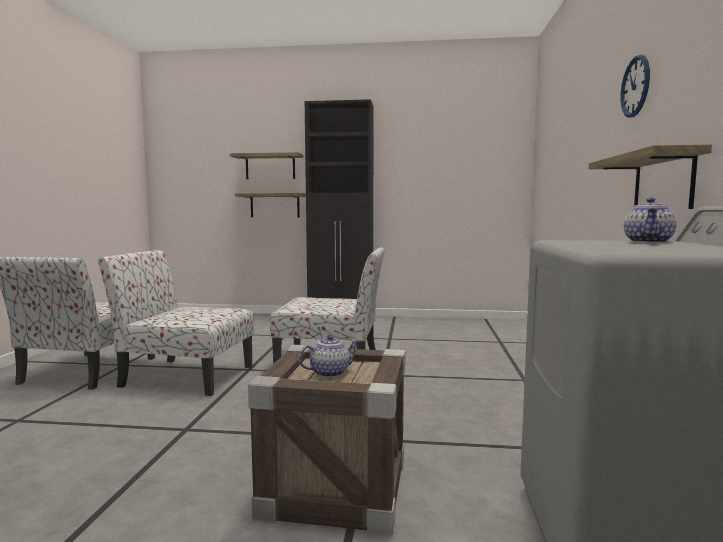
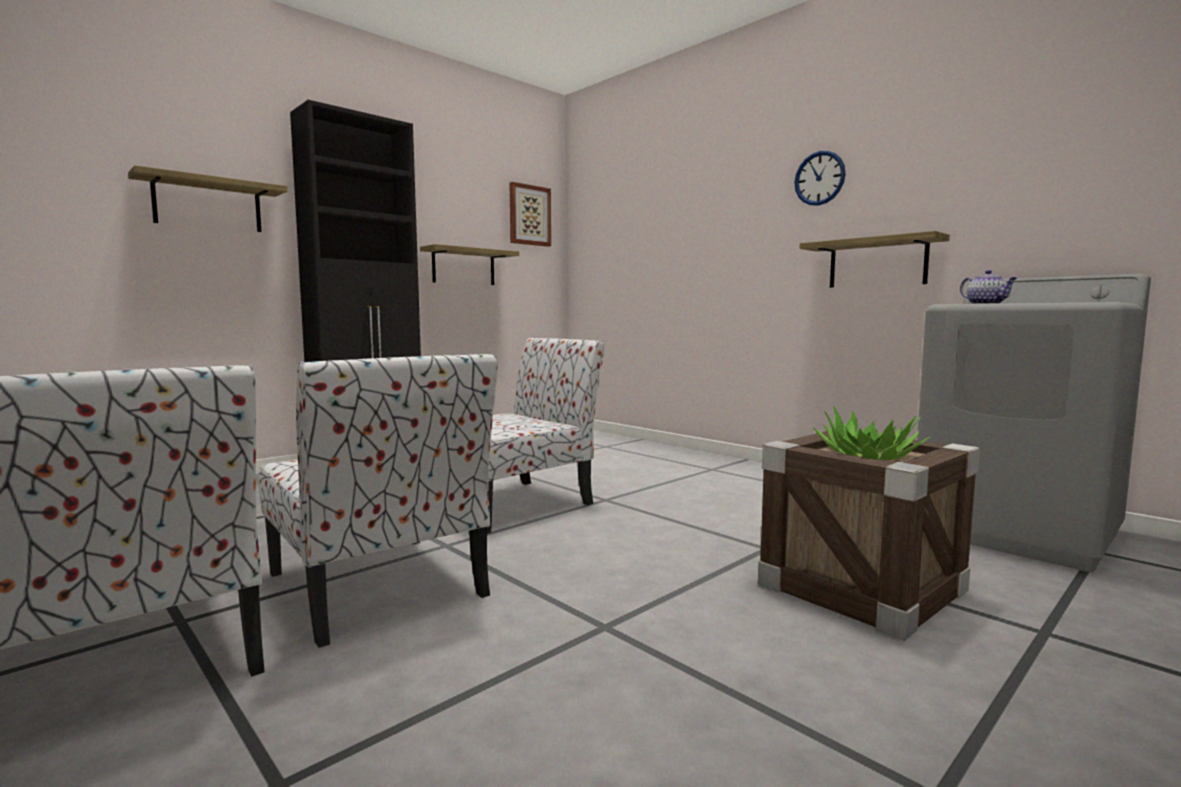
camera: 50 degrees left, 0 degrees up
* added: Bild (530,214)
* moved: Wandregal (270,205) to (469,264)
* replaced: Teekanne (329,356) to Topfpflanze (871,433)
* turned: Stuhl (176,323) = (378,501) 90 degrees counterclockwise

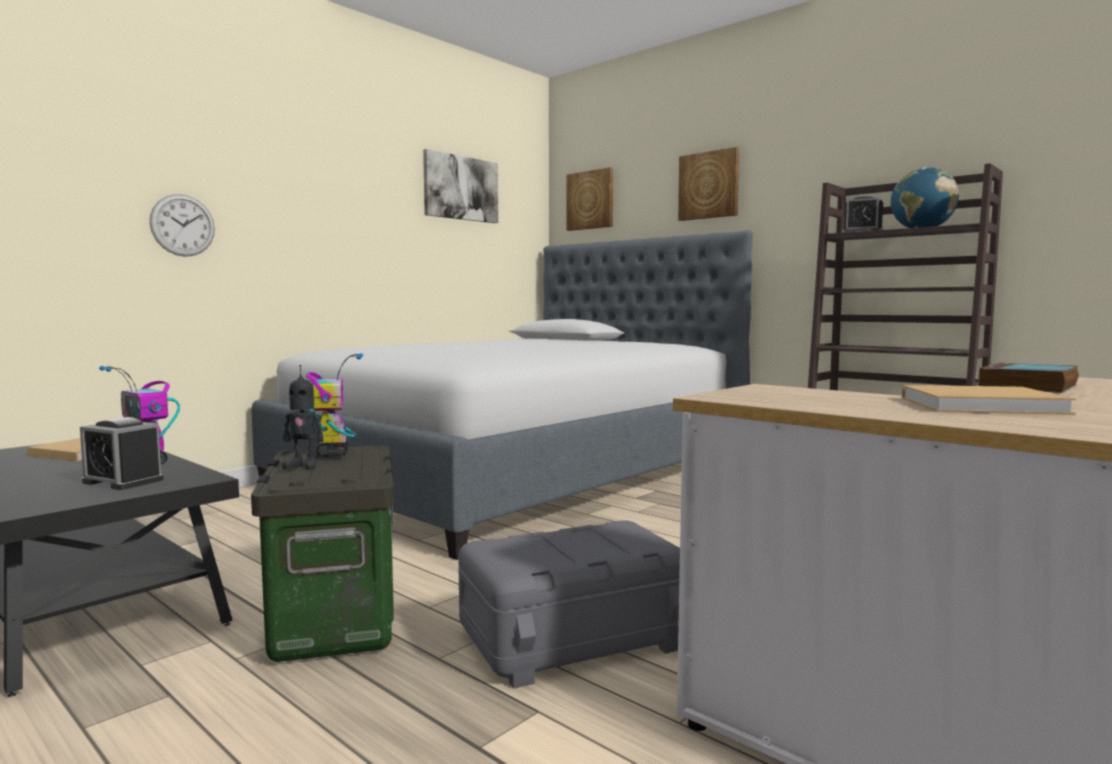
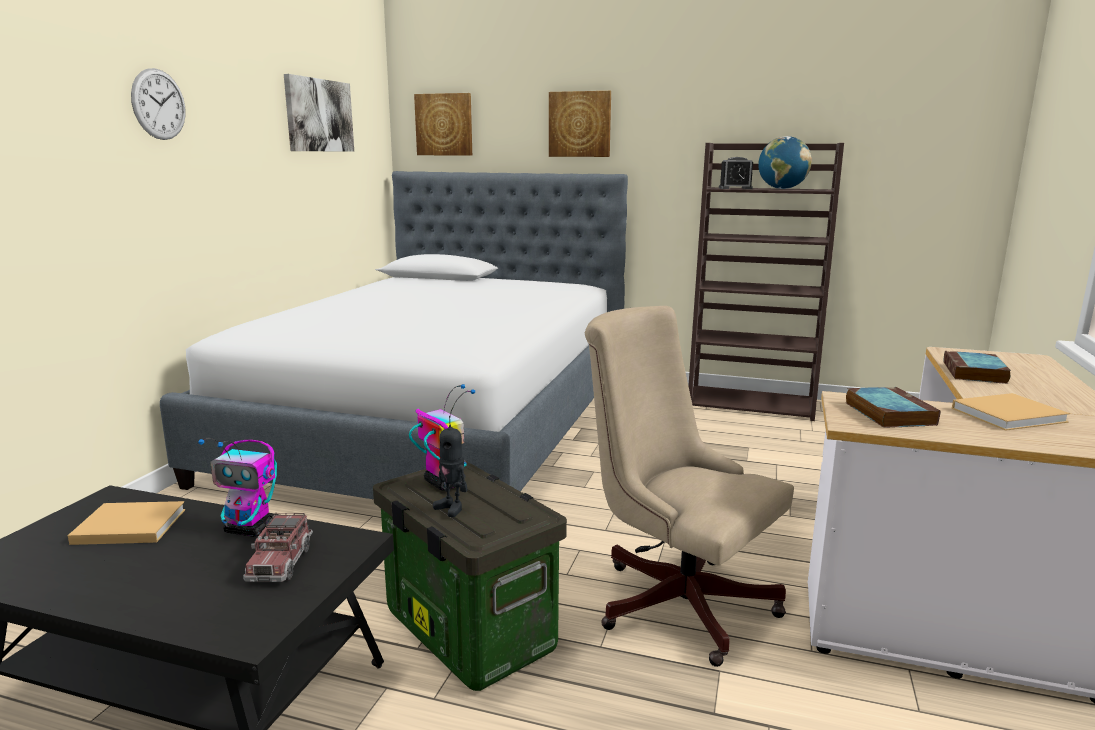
camera: 25 degrees left, 10 degrees up
* added: Buch (893,407)
* moved: Wanduhr (182,225) to (158,104)
* replaced: Wecker (122,453) to Spielzeuglaster (278,547)
* replaced: Aufbewahrungsbox (grau) (569,604) to Bürostuhl (beige) (689,486)
* turned: Spielzeugroboter (302,417) = (450,466) 60 degrees clockwise

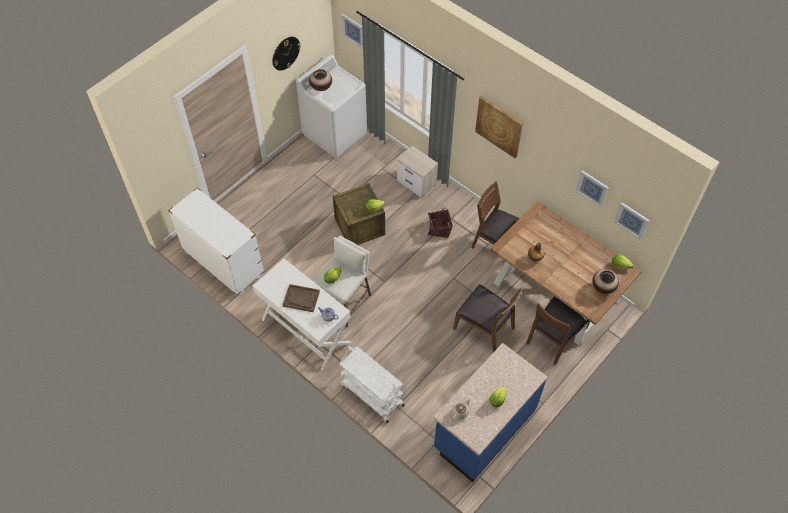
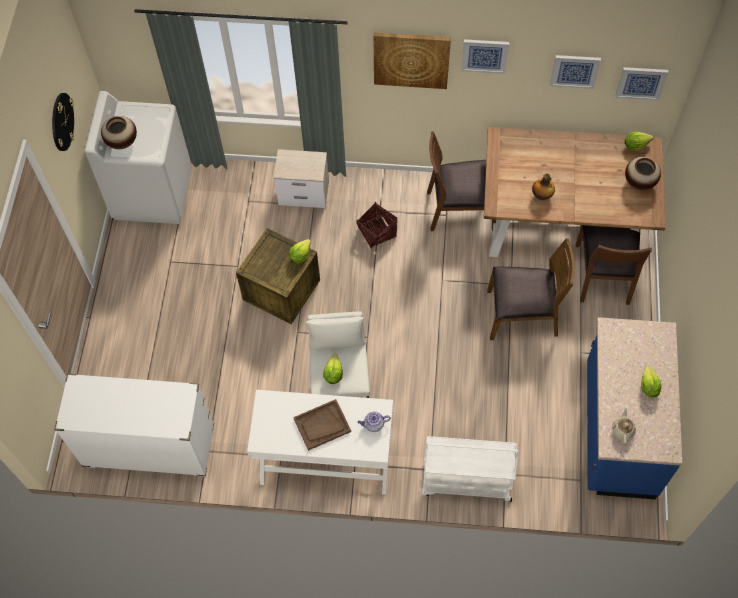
camera: 35 degrees left, 5 degrees up
* moved: Bild (352,31) to (485,56)

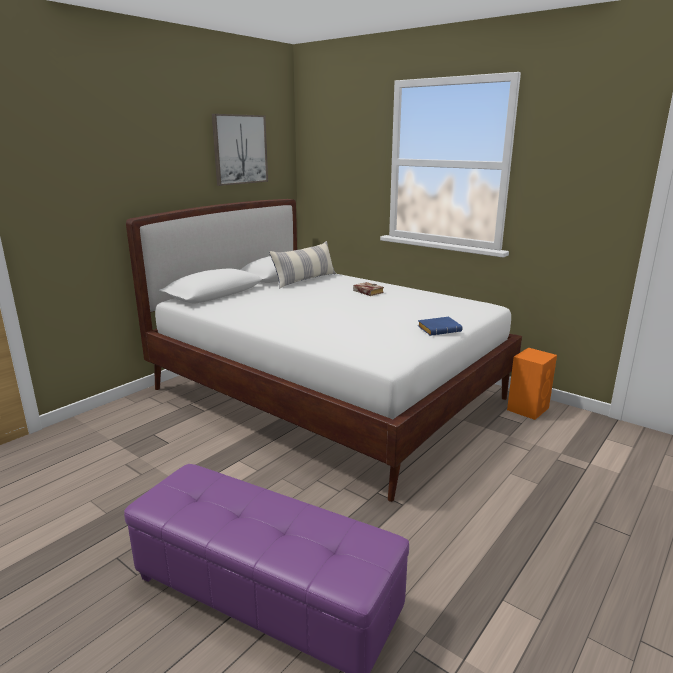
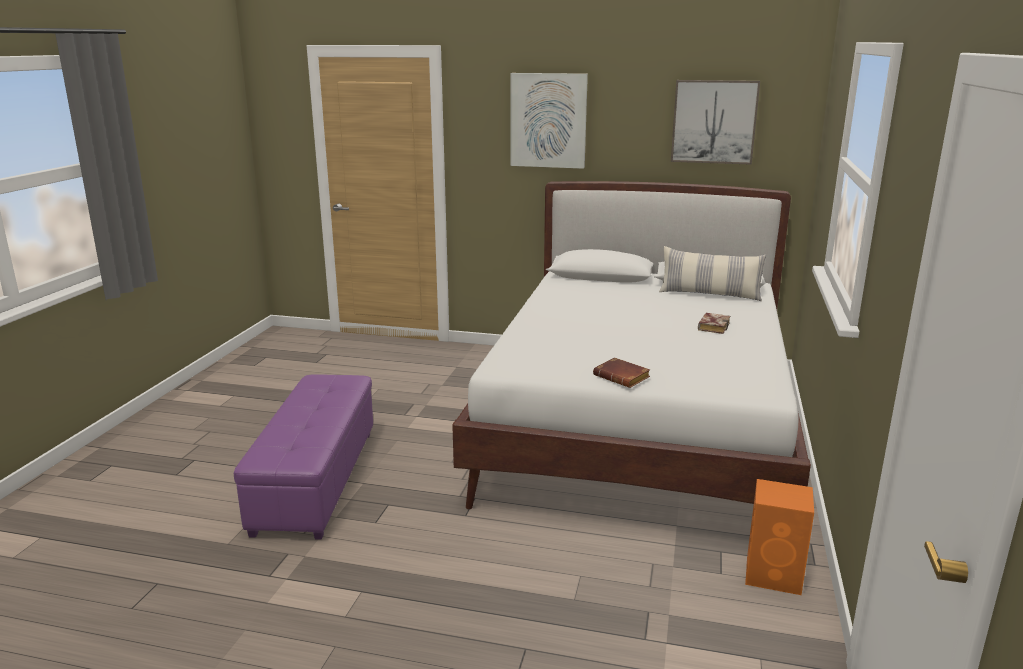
camera: 65 degrees right, 0 degrees up
* added: Bild (549,121)
* recoloured: Buch (blau) (440,326) to Buch (braun) (621,372)

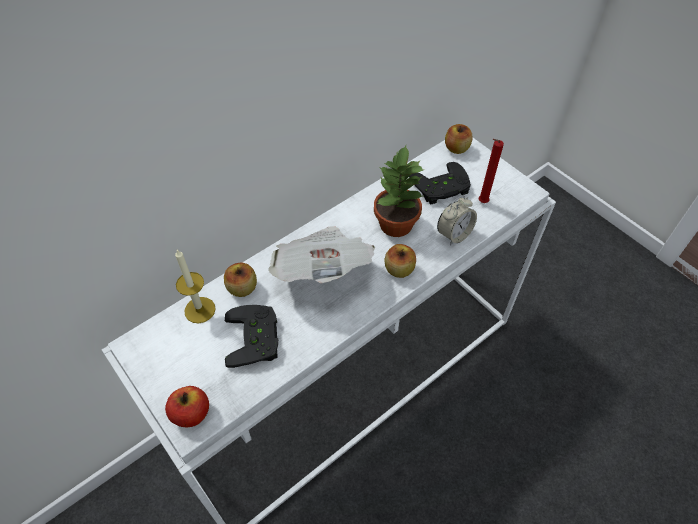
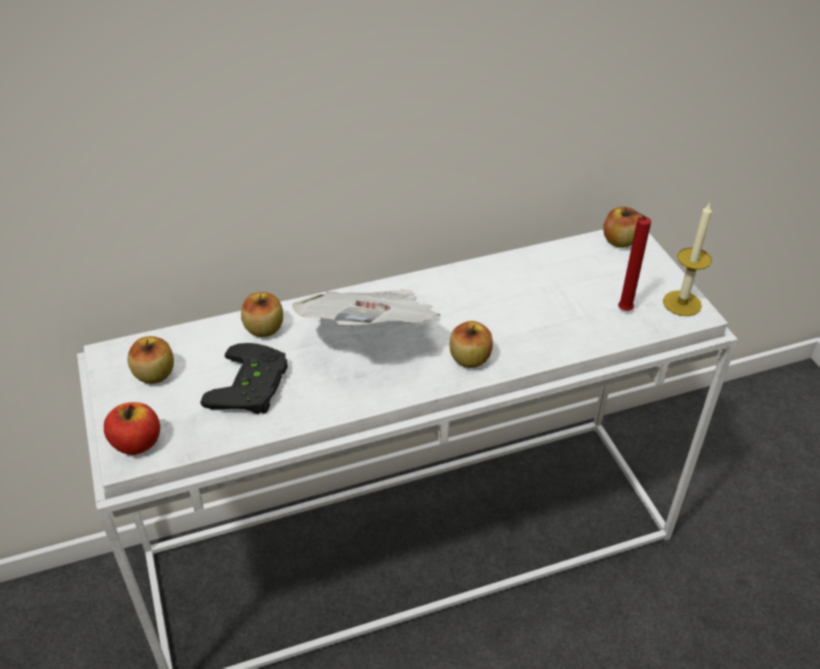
camera: 20 degrees right, 10 degrees down
* removed: Topfpflanze (399,191)
* removed: Gamepad (schwarz) (440,183)
* removed: Wecker (457,220)
* added: Apfel (151,360)
* moved: Kerze (195,286) to (687,259)

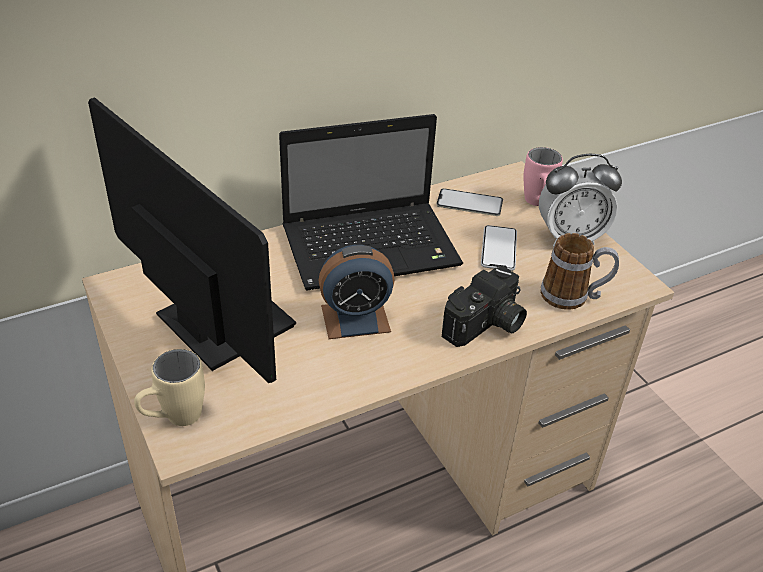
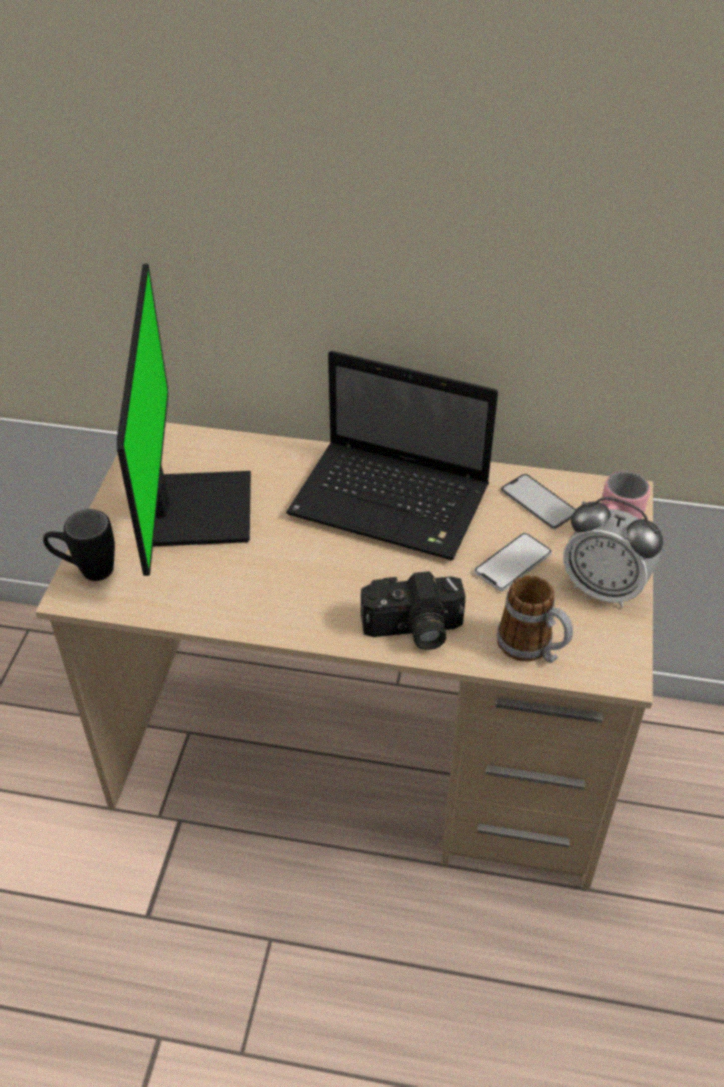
camera: 40 degrees right, 5 degrees up
* removed: Wecker (357,292)
* recoloured: Henkelbecher (beige) (169,387) to Henkelbecher (schwarz) (79,545)

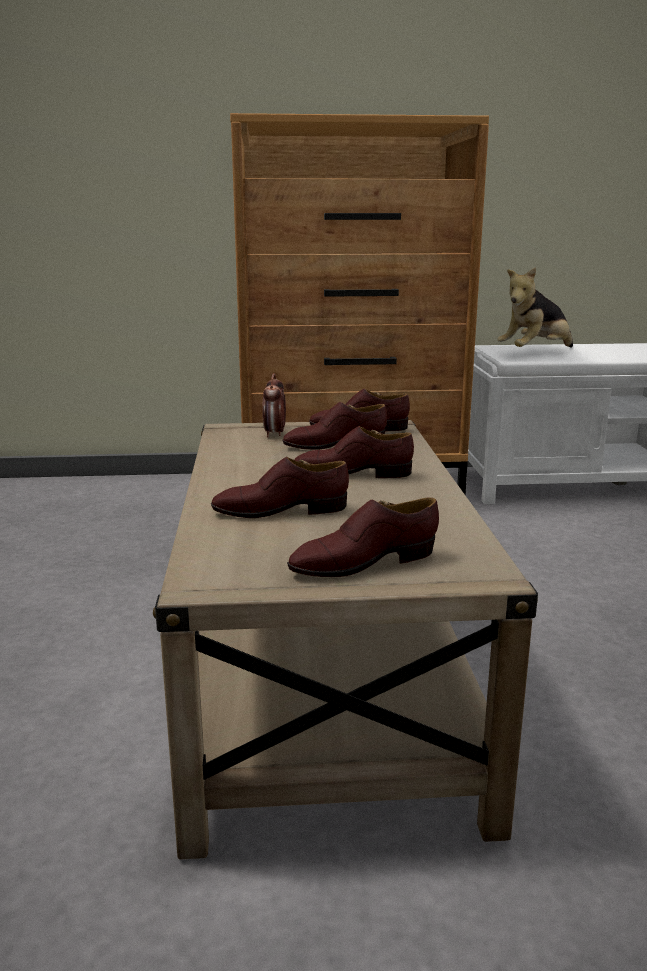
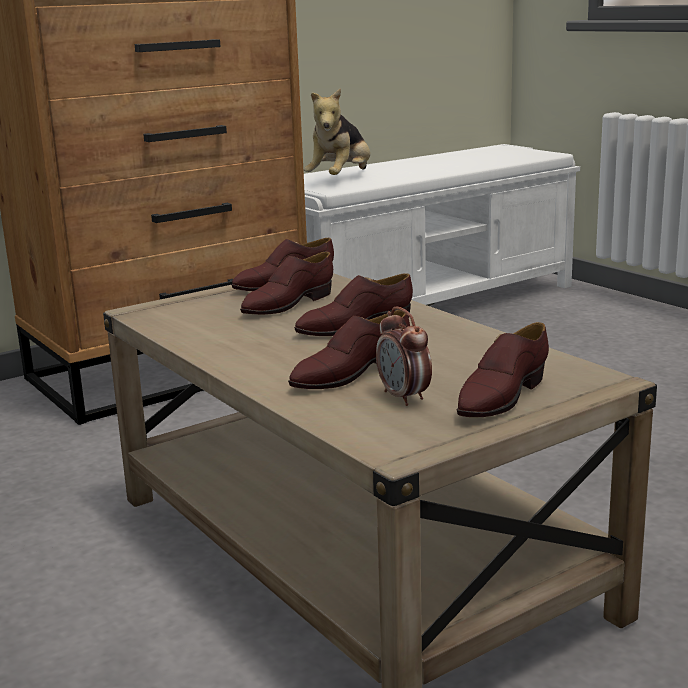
camera: 30 degrees left, 0 degrees up
* moved: Wecker (274,405) to (404,356)

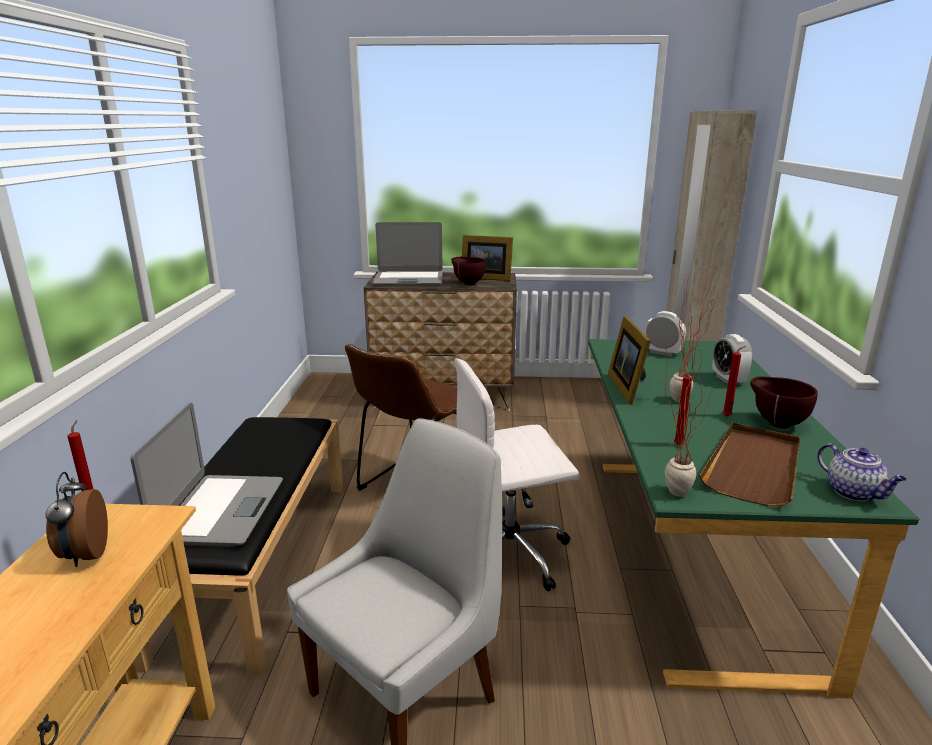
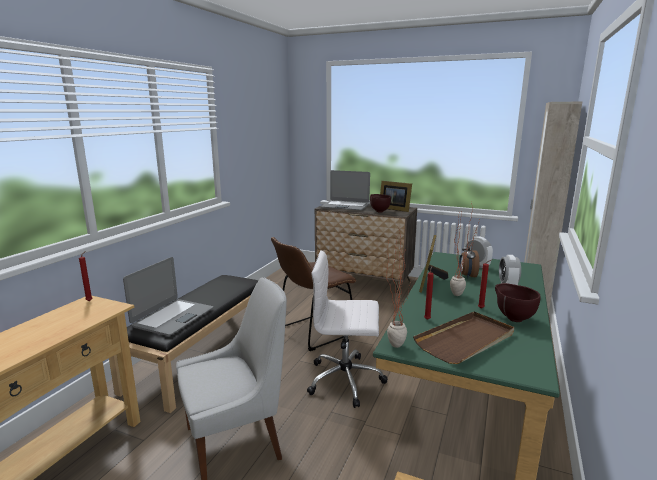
camera: 20 degrees right, 5 degrees down
* removed: Teekanne (862,472)
* moved: Wecker (76,519) to (469,259)

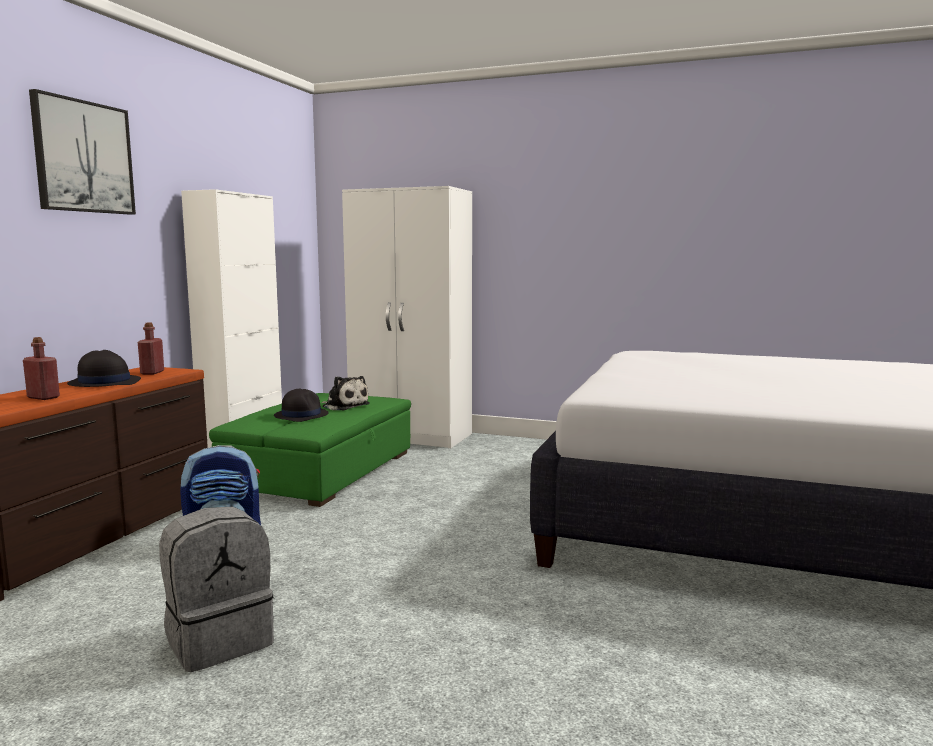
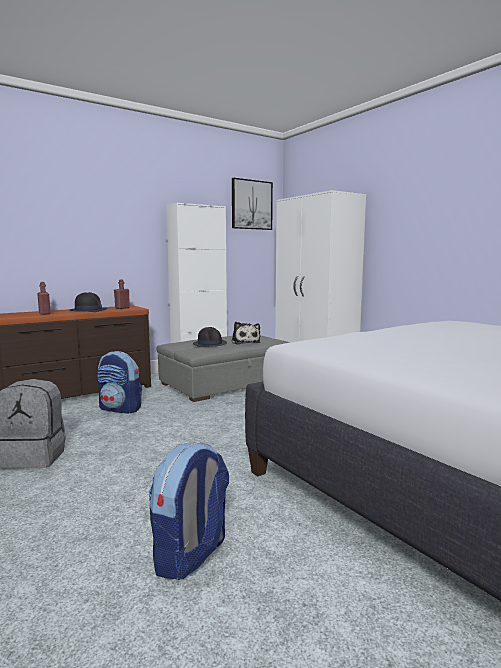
camera: 35 degrees right, 0 degrees up
* added: Rucksack (189,511)
* moved: Bild (82,152) to (252,204)
* recoloured: Polsterhocker (grün) (310,450) to Polsterhocker (grau) (223,368)

